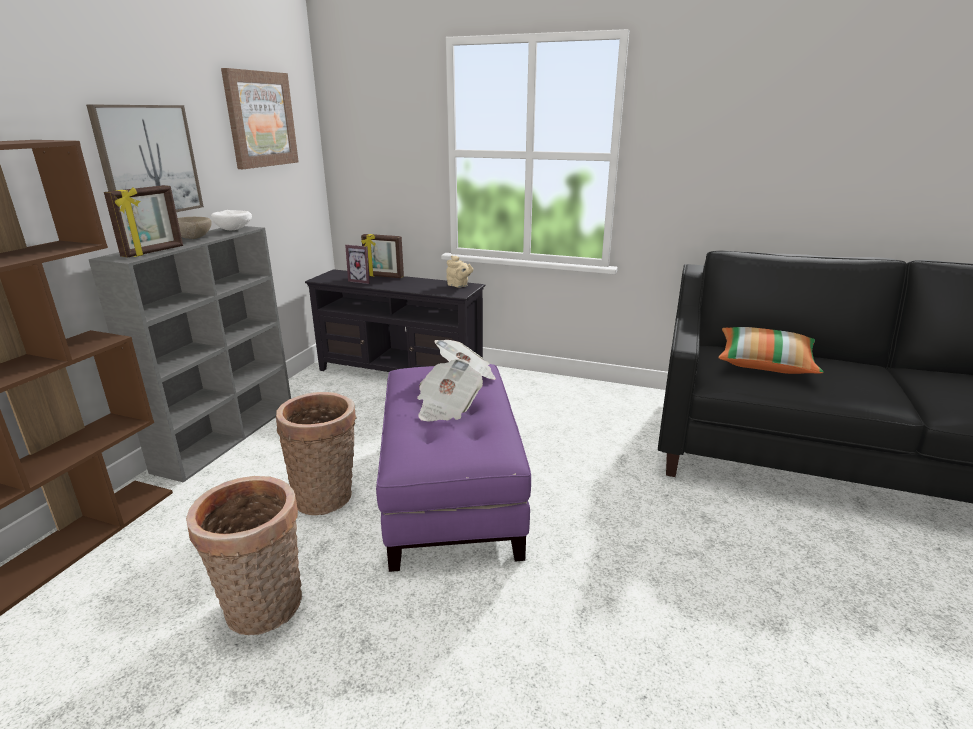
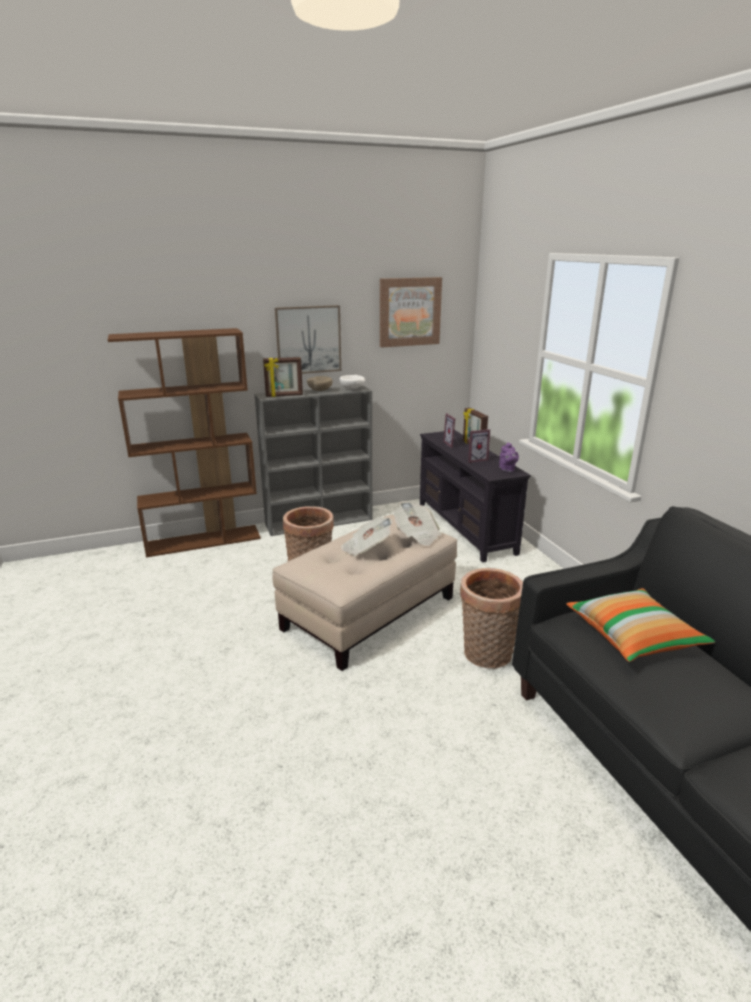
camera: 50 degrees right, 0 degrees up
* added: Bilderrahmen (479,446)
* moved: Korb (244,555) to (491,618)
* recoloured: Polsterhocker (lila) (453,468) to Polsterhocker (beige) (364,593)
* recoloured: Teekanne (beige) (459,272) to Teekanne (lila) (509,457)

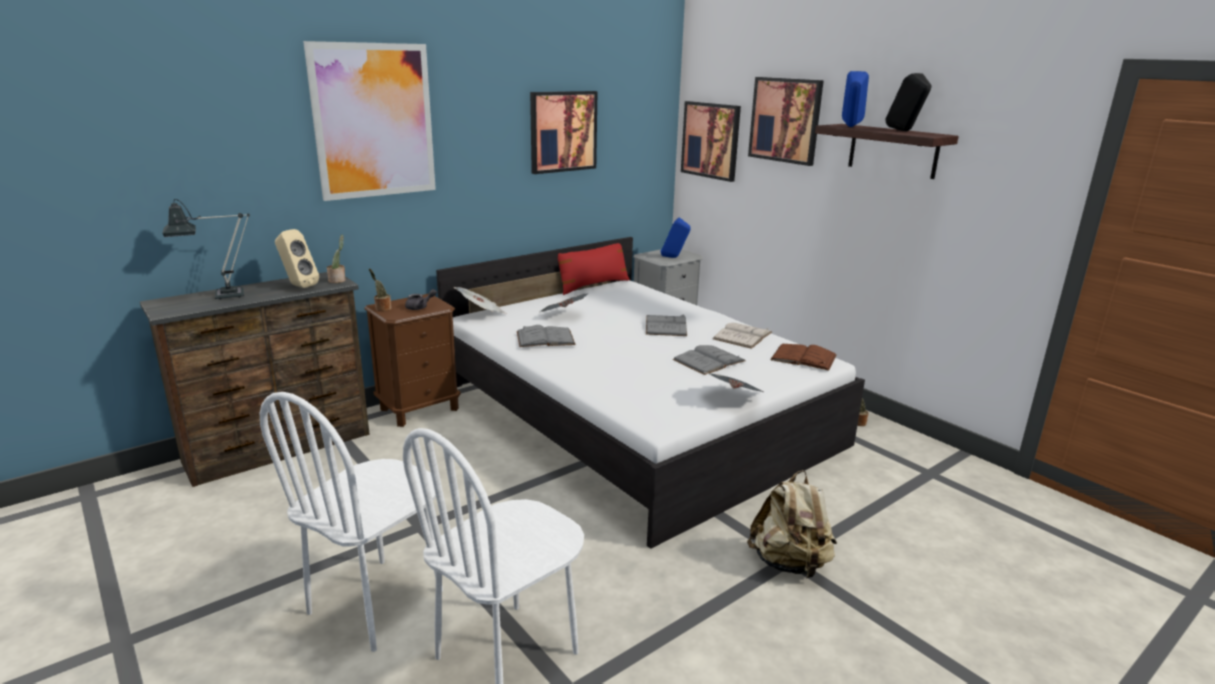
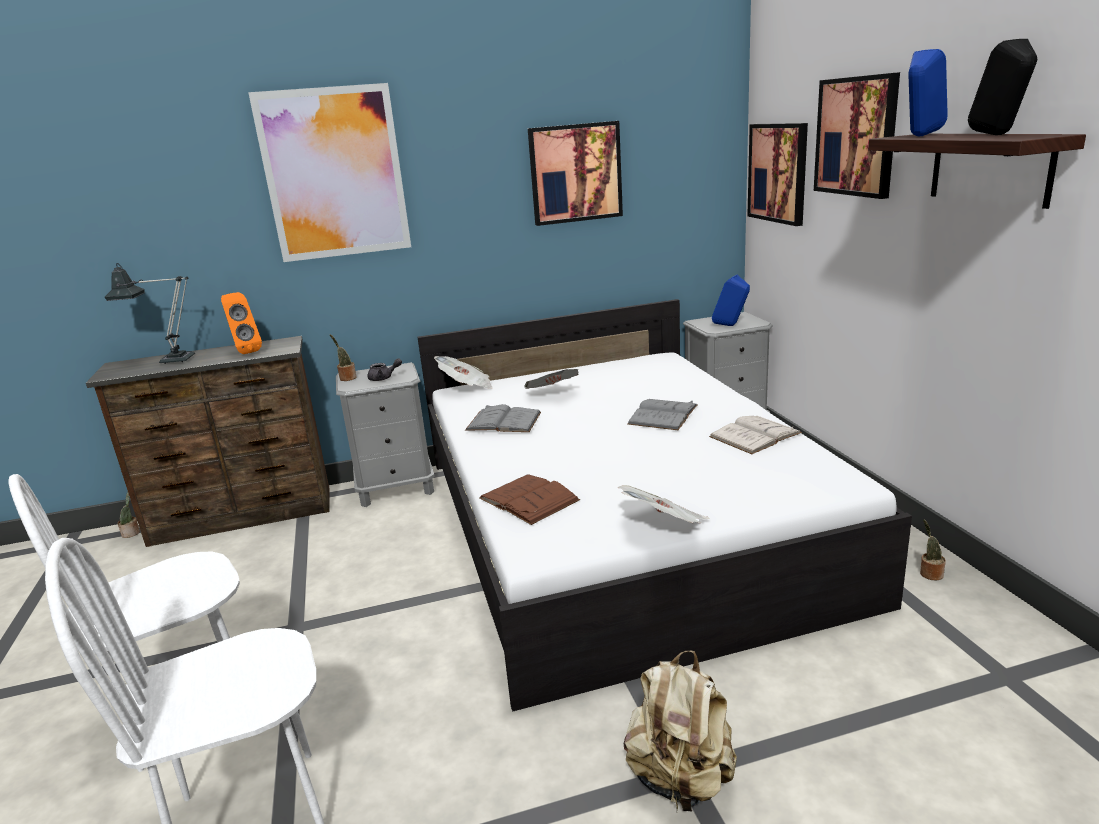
camera: 25 degrees right, 0 degrees up
* removed: Kissen (rot) (594,269)
* removed: Buch (grau) (709,360)
* moved: Topfpflanze (336,258) to (129,515)
* moved: Buch (braun) (803,357) to (529,499)
* recoloured: Lautsprecher (beige) (297,258) to Lautsprecher (orange) (241,323)
* recoloured: Nachttisch (braun) (412,360) to Nachttisch (grau) (385,434)

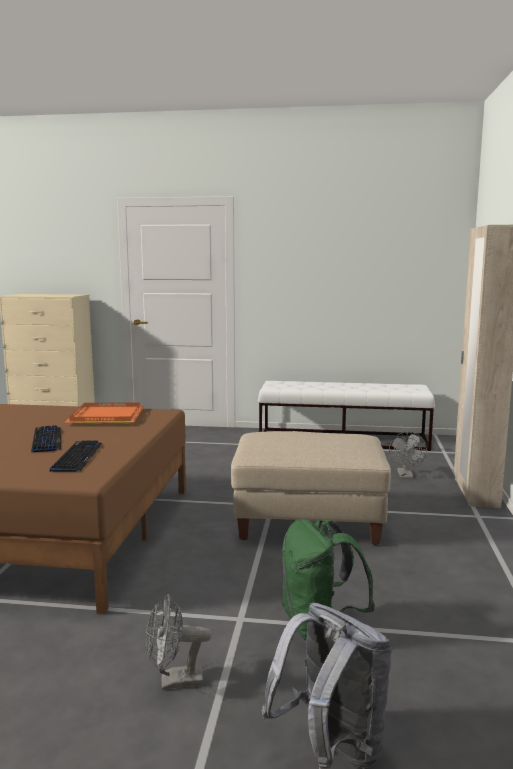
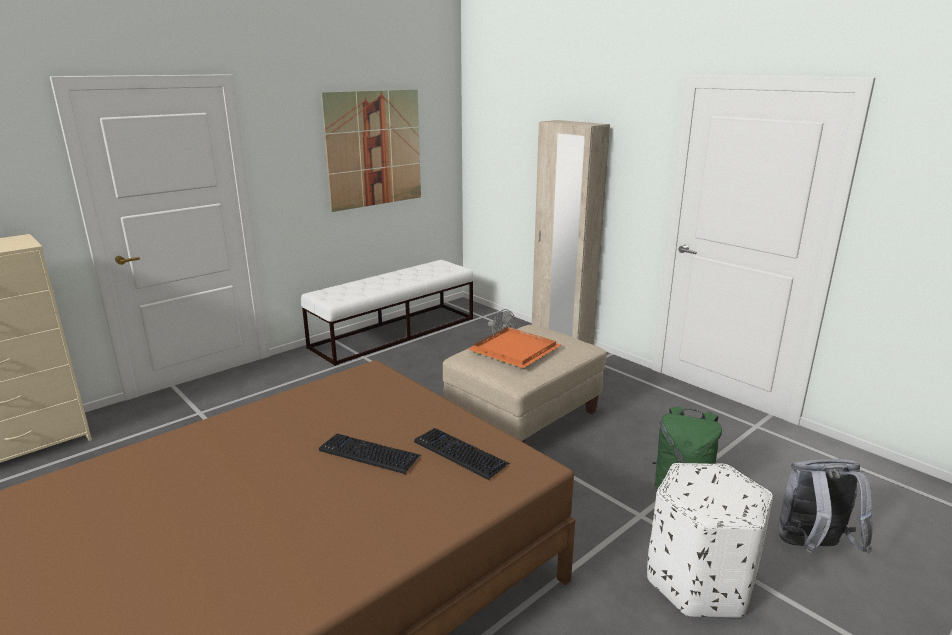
camera: 50 degrees left, 10 degrees up
* added: Bild (371,150)
* moved: Tablett (orange) (104,413) to (514,347)
* replaced: Ventilator (grau) (179,642) to Polsterhocker (weiß) (710,540)

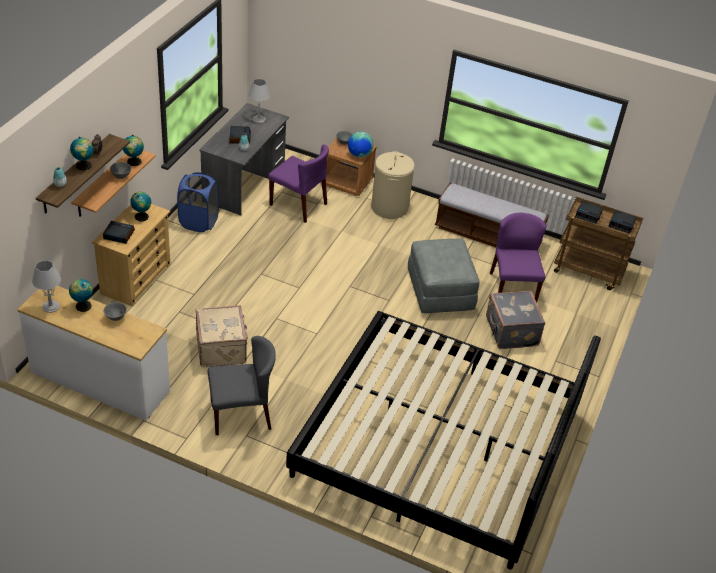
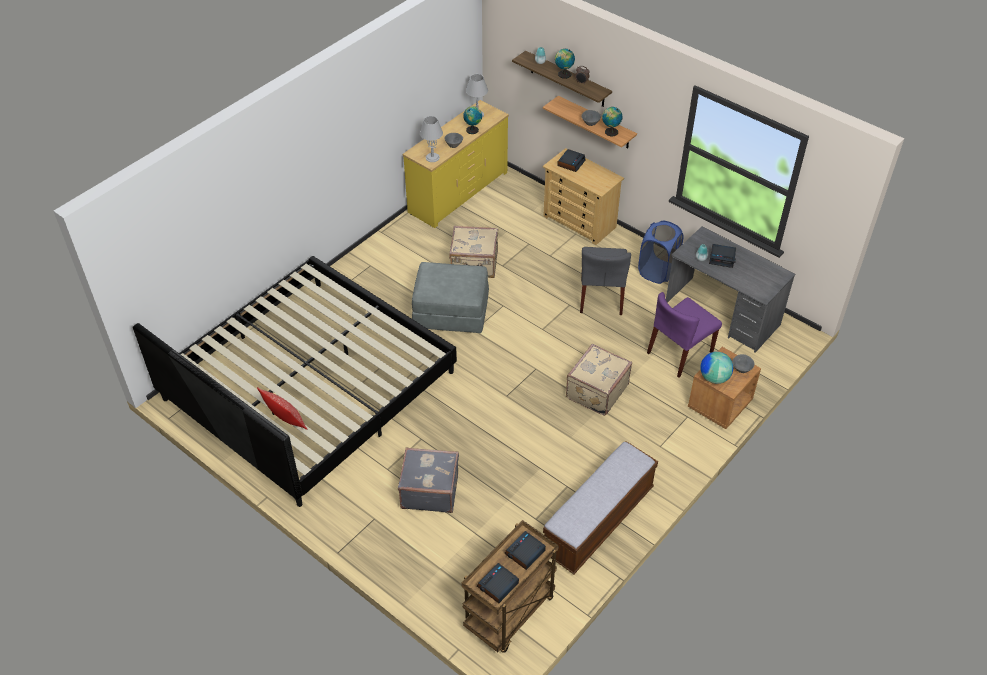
camera: 110 degrees right, 5 degrees up
* removed: Globus (140,207)
* removed: Wäschekorb (beige) (393,185)
* removed: Stuhl (lila) (518,257)
* added: Kissen (282,408)
* added: Koffer (beige) (599,380)
* moved: Stuhl (grau) (242,385) to (605,281)
* moved: Tischlampe (grau) (259,101) to (431,139)
* moved: Polsterhocker (grau) (444,276) to (450,297)
* recoloured: Kommode (weiß) (93,353) to Kommode (gelb) (456,164)

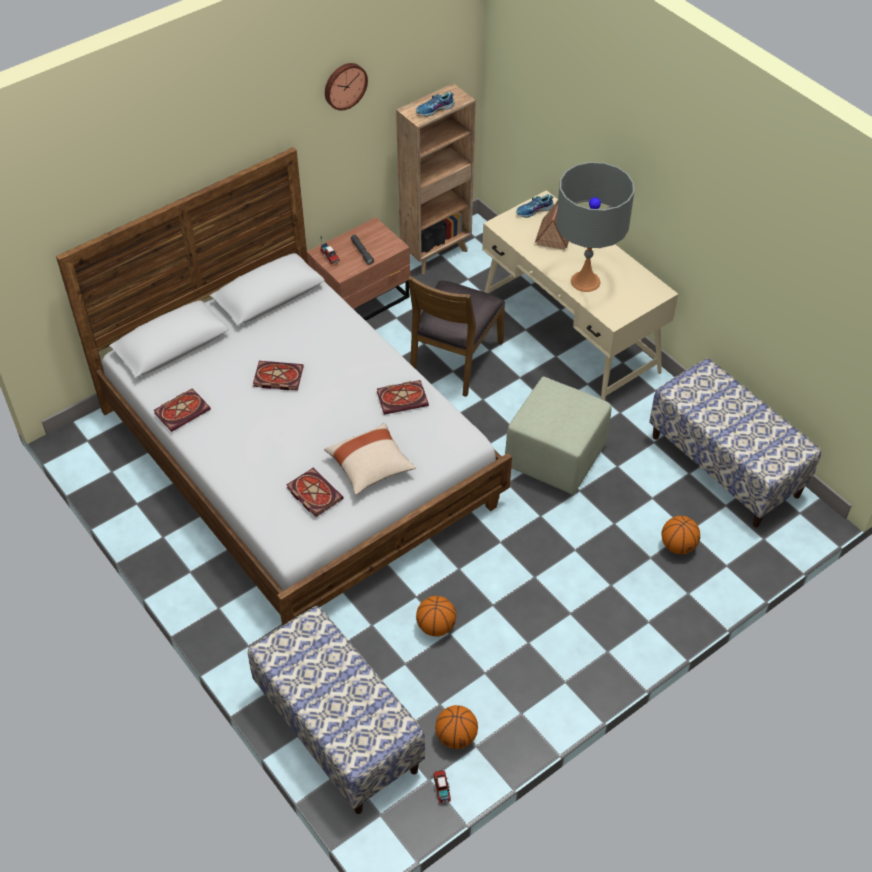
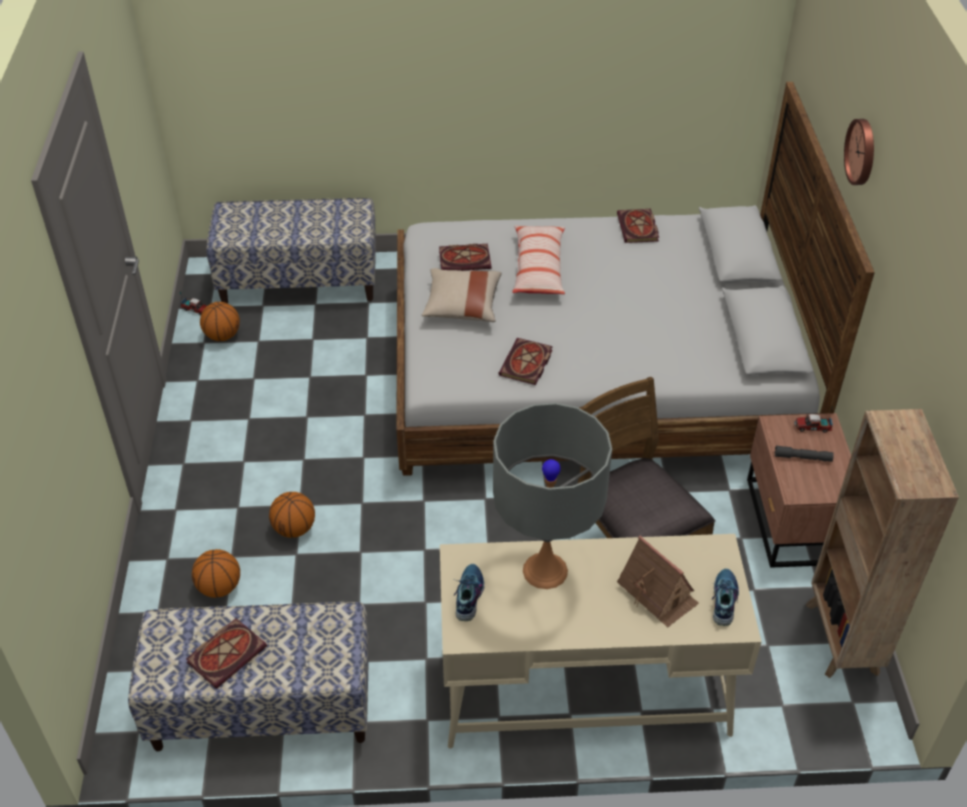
camera: 125 degrees right, 5 degrees down
* removed: Polsterhocker (grün) (558,436)
* added: Kissen (538,260)
* moved: Buch (278,375) to (226,653)
* moved: Wanduhr (346,87) to (859,152)
* moved: Schuh (435,104) to (469,592)
* moved: Basketball (436,616) to (292,515)

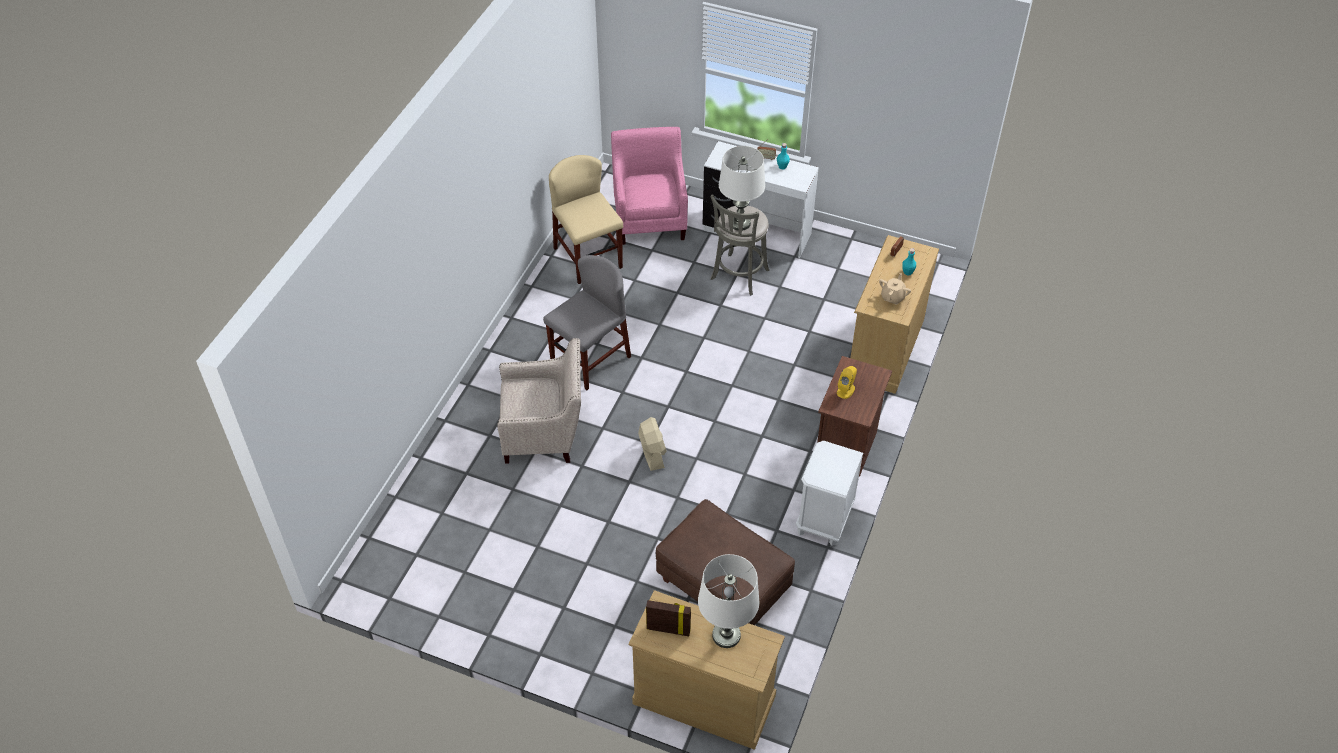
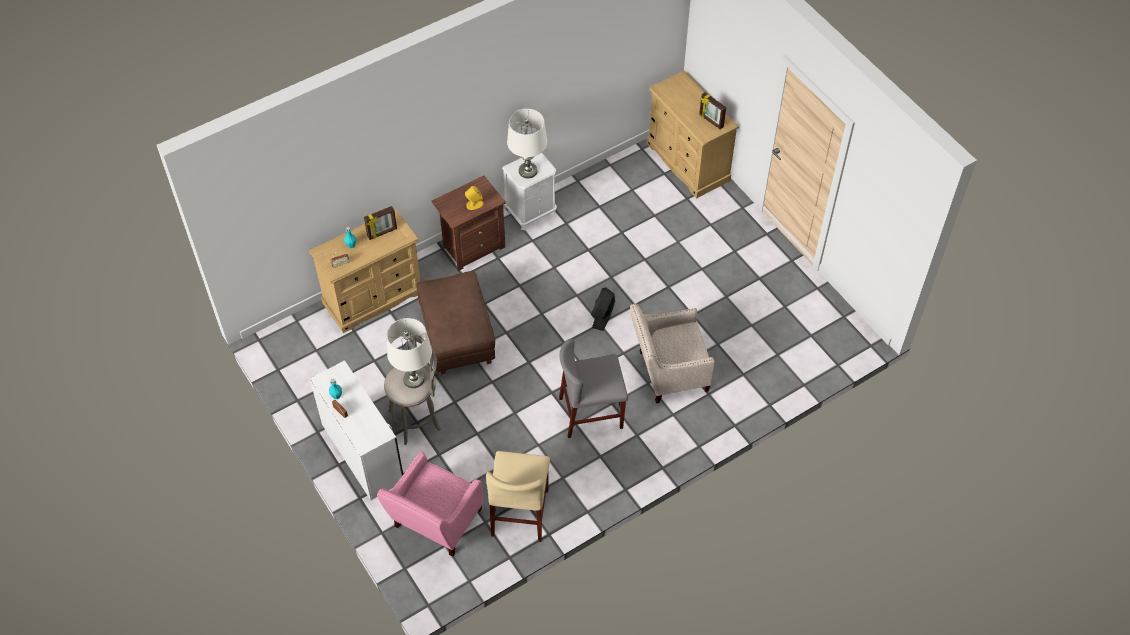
camera: 145 degrees left, 5 degrees up
* moved: Polsterhocker (braun) (725,562) to (455,322)
* moved: Tischlampe (weiß) (728,601) to (527,143)
* replaced: Teekanne (beige) (895,289) to Bilderrahmen (380,223)
* recoloured: Ventilator (beige) (652,444) to Ventilator (schwarz) (603,309)
* turned: Sessel (beige) (539,401) = (672,353) 45 degrees counterclockwise

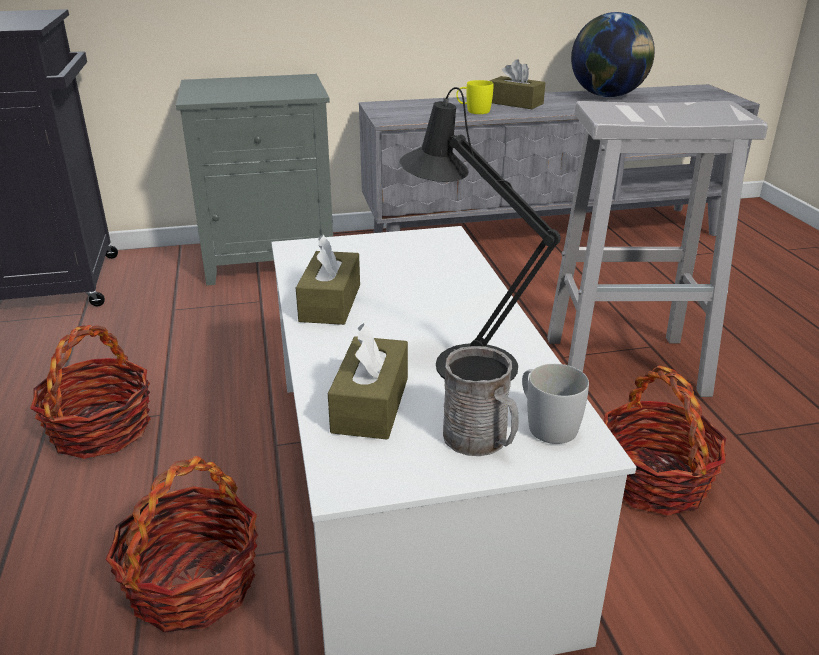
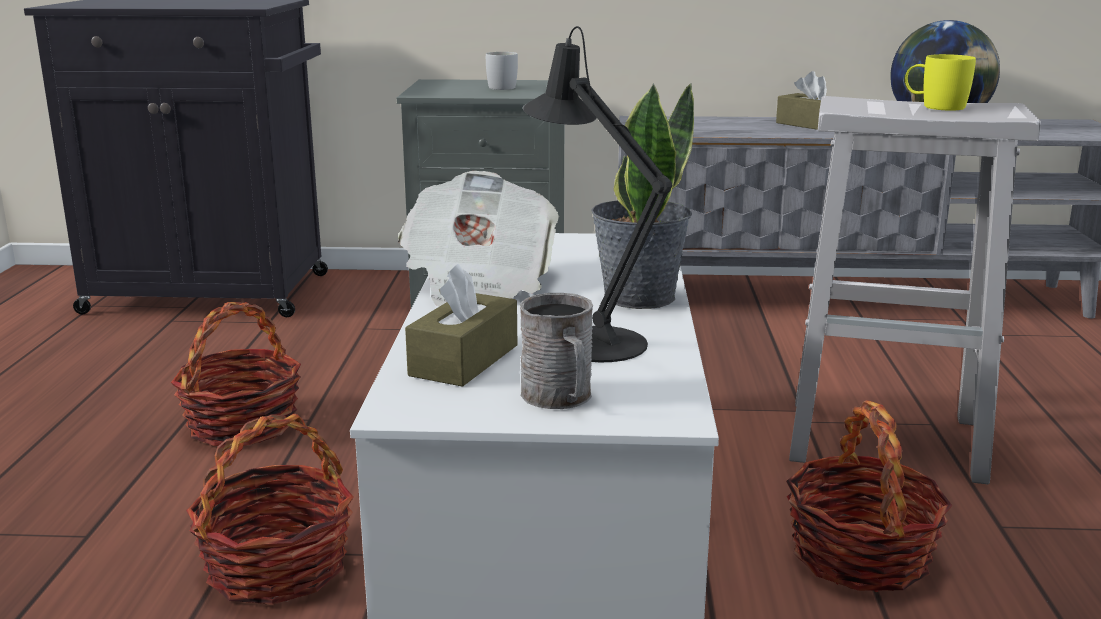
camera: 15 degrees right, 10 degrees down
* added: Topfpflanze (642,196)
* moved: Henkelbecher (gelb) (474,97) to (940,82)
* moved: Henkelbecher (weiß) (555,404) to (502,71)
* replaced: Taschentuchbox (braun) (328,279) to Zeitung (478,239)

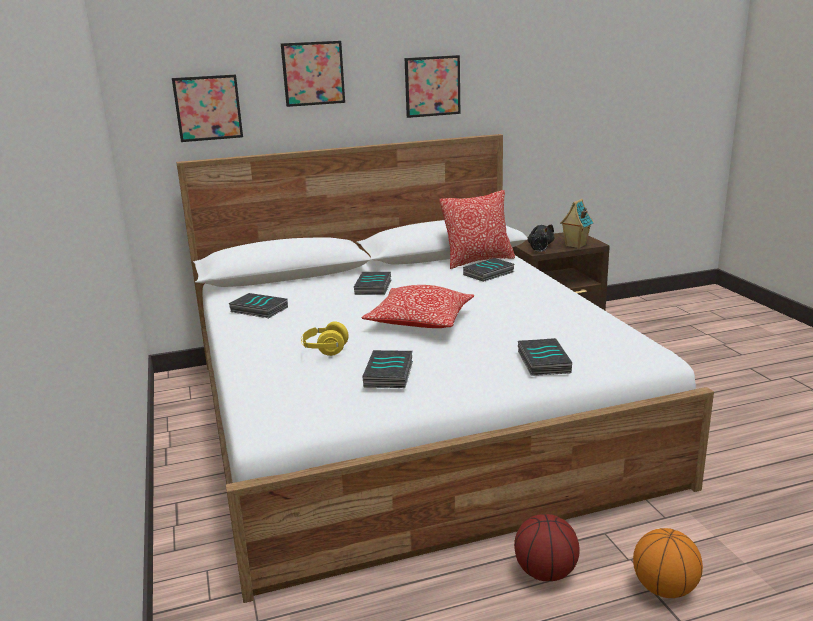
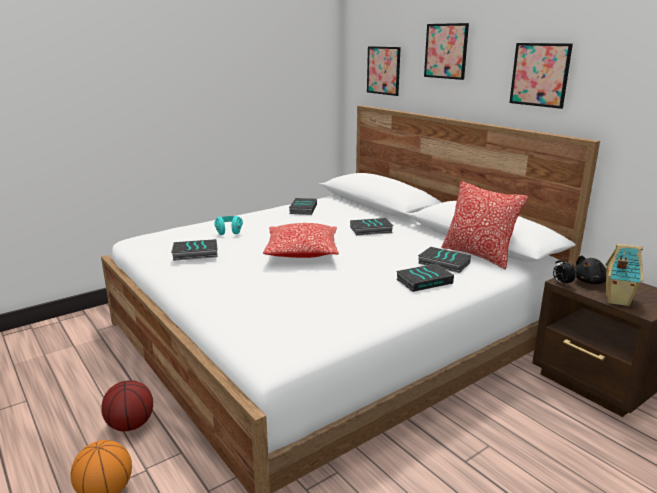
camera: 70 degrees right, 0 degrees up
* moved: Buch (545,357) to (425,278)
* recoloured: Kopfhörer (gelb) (325,338) to Kopfhörer (türkis) (228,225)

